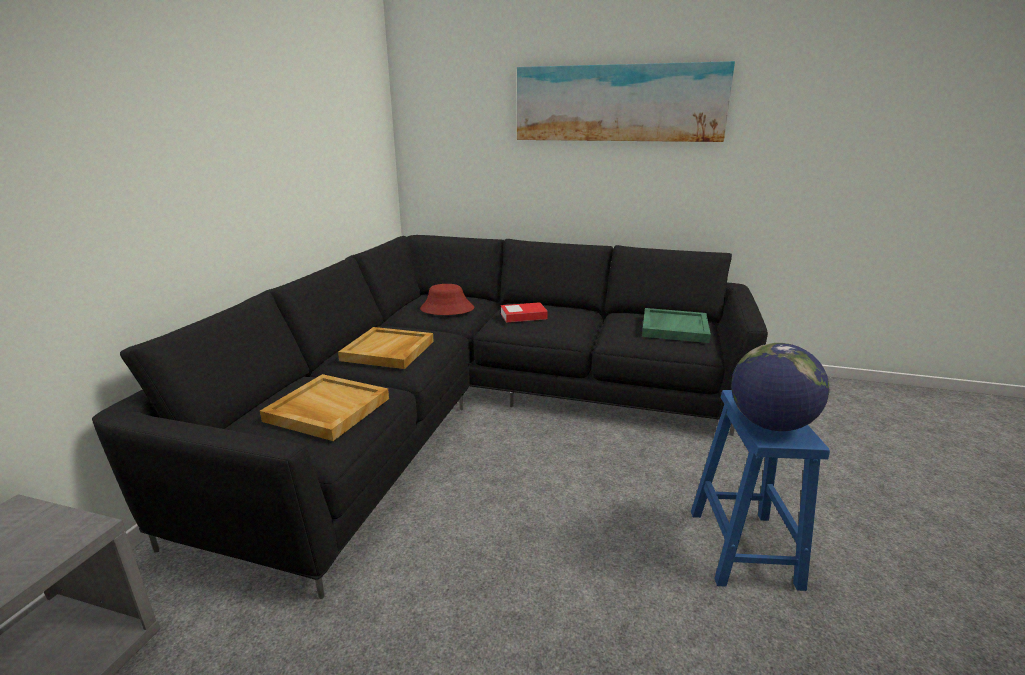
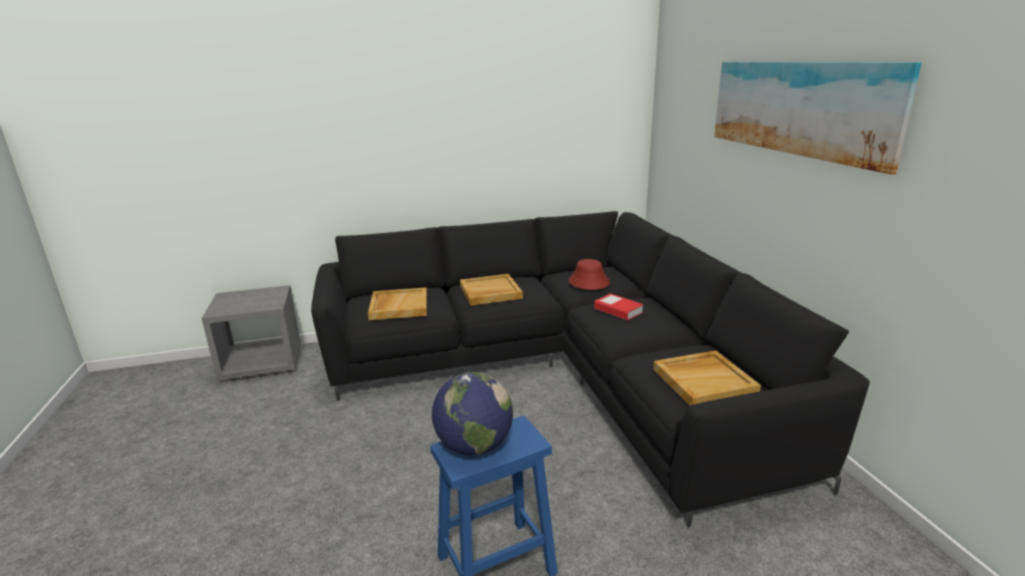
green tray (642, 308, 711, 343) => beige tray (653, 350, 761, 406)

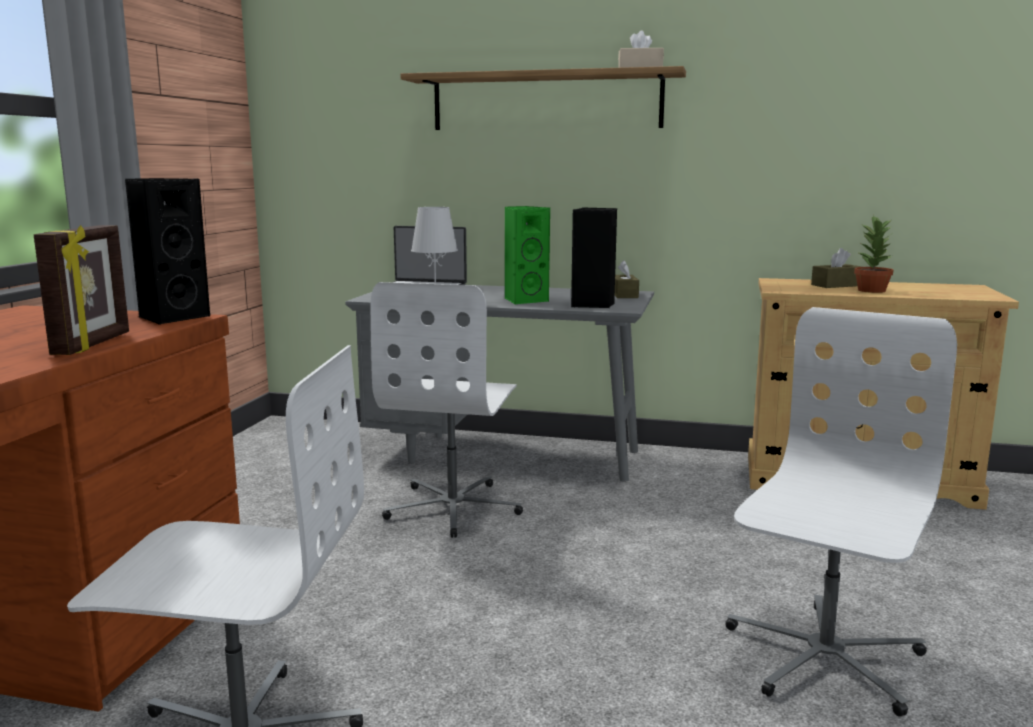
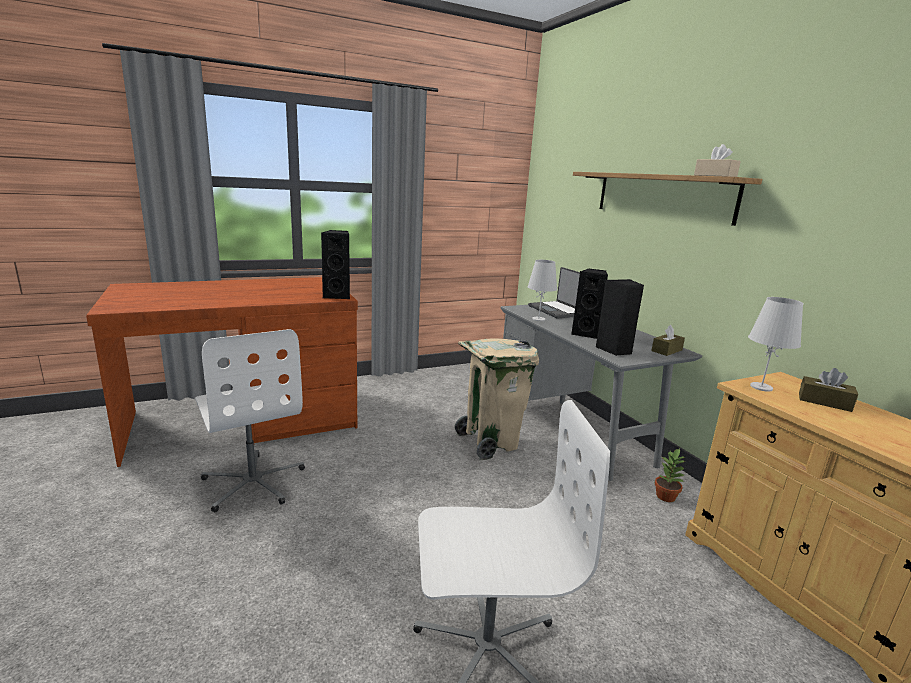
green speaker (505, 206, 550, 305) => black speaker (571, 269, 608, 339)
potted plant (854, 215, 894, 293) => potted plant (655, 448, 686, 502), relocated
picture frame (34, 225, 129, 355) => nothing
white office chair (370, 282, 523, 538) => beige trash can (455, 338, 539, 460)
nothing => white table lamp (748, 297, 804, 392)

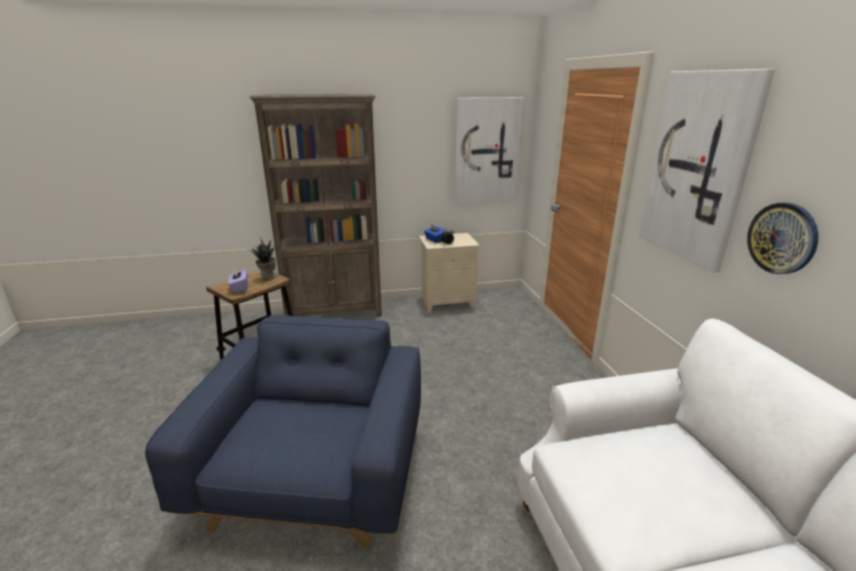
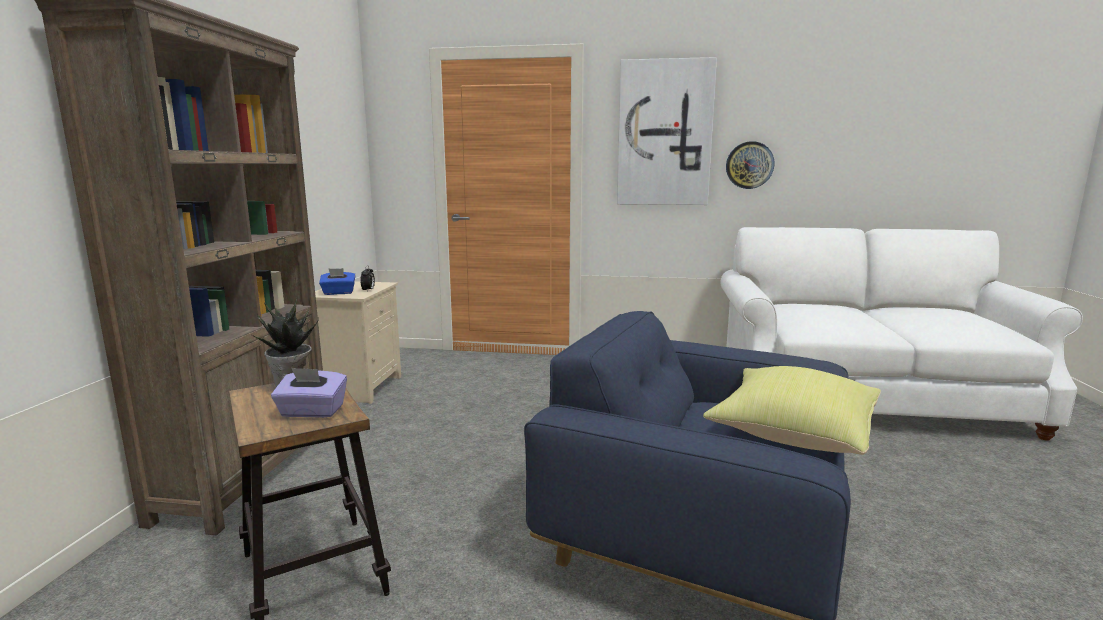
picture (454, 97, 524, 204) => nothing
nothing => yellow pillow (703, 366, 881, 455)

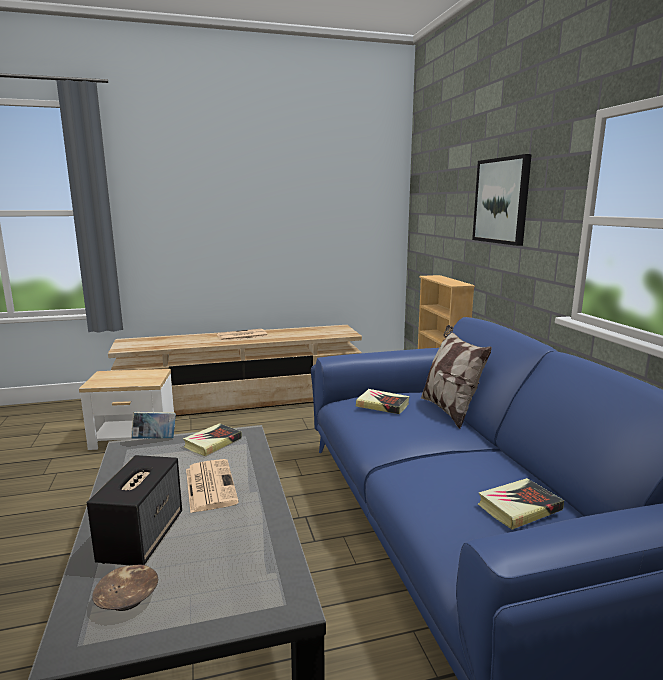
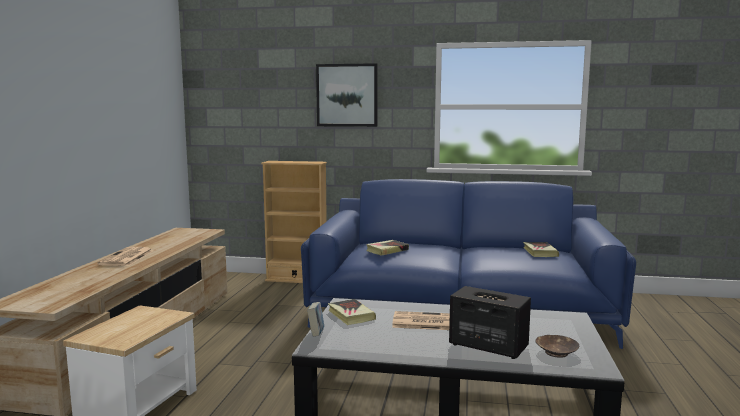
pillow (421, 325, 492, 429) => nothing

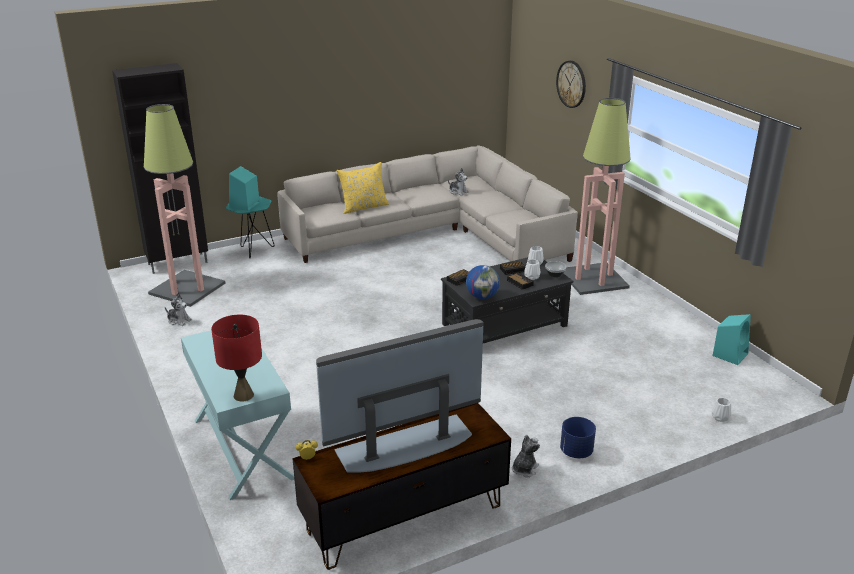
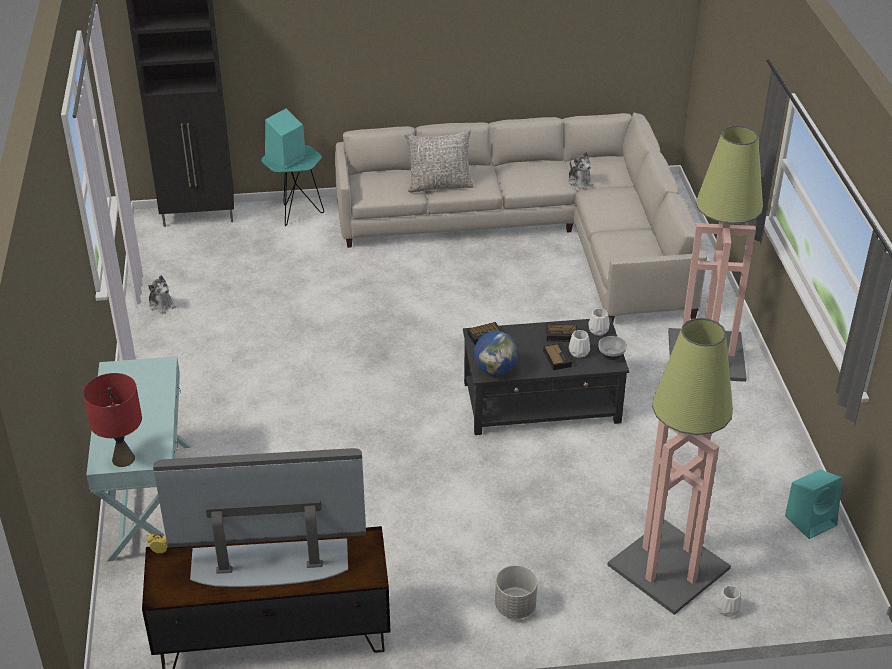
wall clock (556, 61, 586, 108) => nothing
floor lamp (144, 104, 226, 307) => floor lamp (608, 318, 733, 615), relocated
yellow pillow (336, 162, 389, 214) => grey pillow (405, 129, 474, 193)
blue planter (560, 417, 596, 458) => grey planter (495, 565, 537, 619)
plush toy (512, 435, 540, 477) => nothing

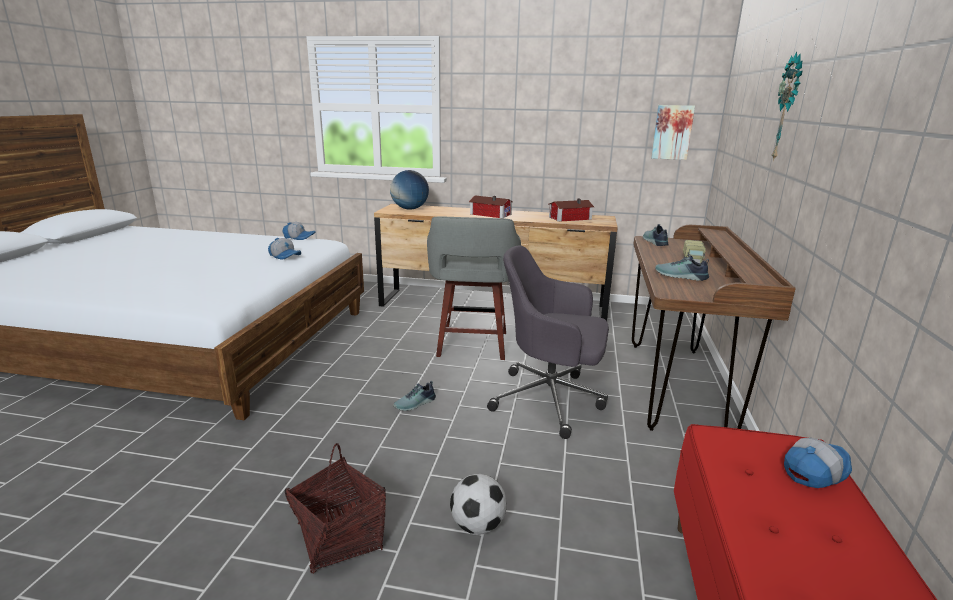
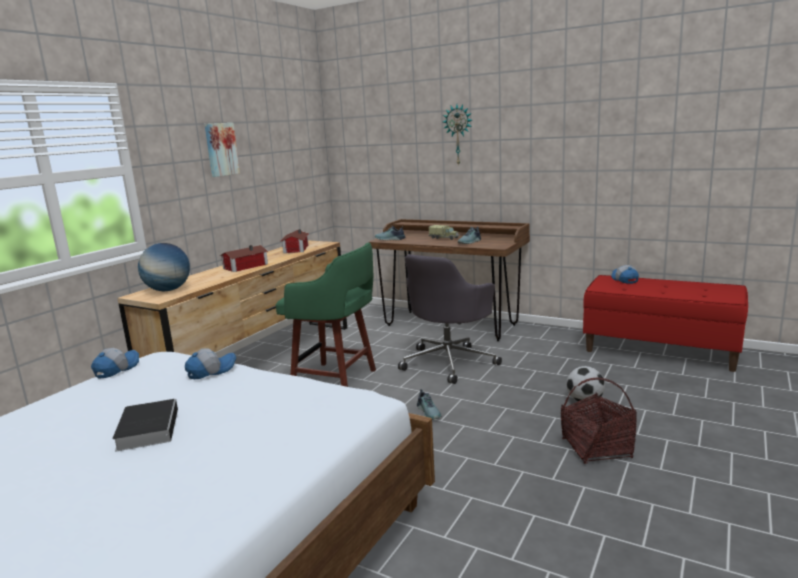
picture (651, 105, 695, 160) => picture (204, 123, 240, 177), relocated
grey stool (427, 216, 521, 360) => green stool (276, 242, 376, 387)
nothing => book (112, 399, 178, 451)

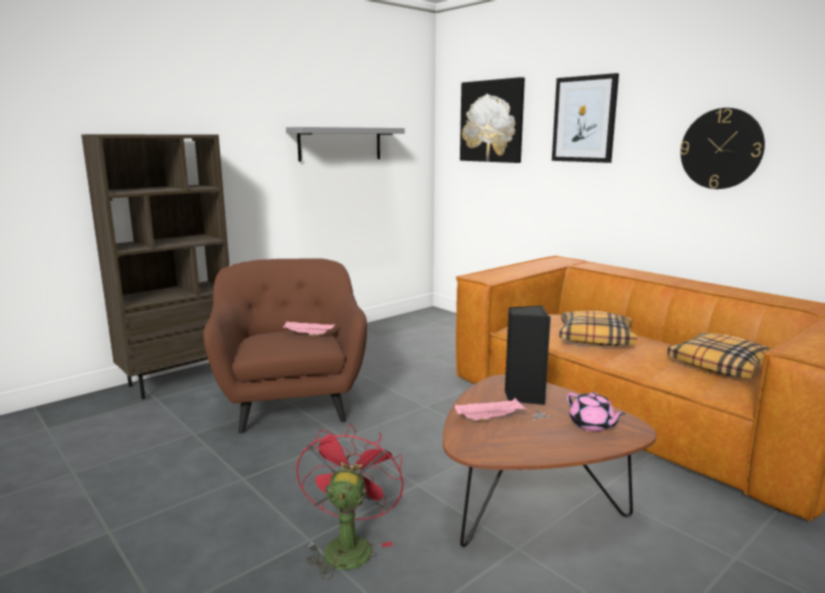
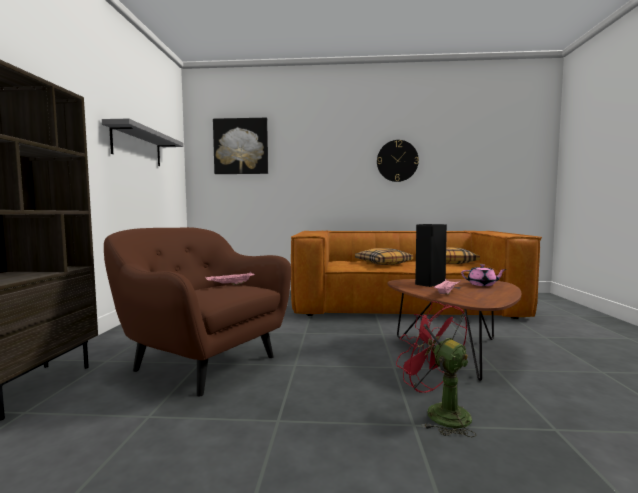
picture (552, 73, 619, 163) => nothing

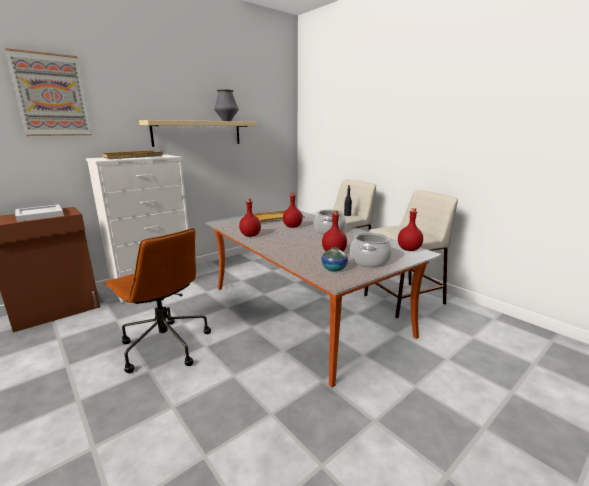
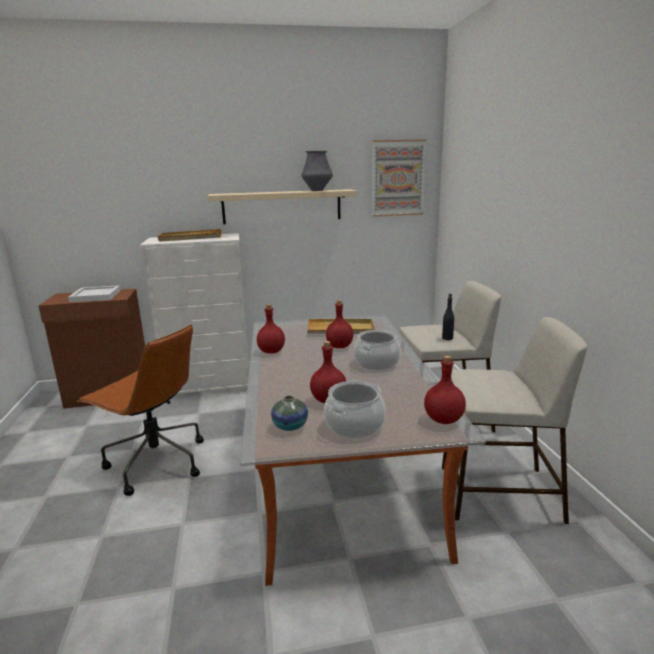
picture (5, 48, 92, 136) => picture (372, 139, 426, 217), relocated
brown office chair (103, 228, 211, 373) => brown office chair (77, 325, 204, 496), 45 degrees counterclockwise

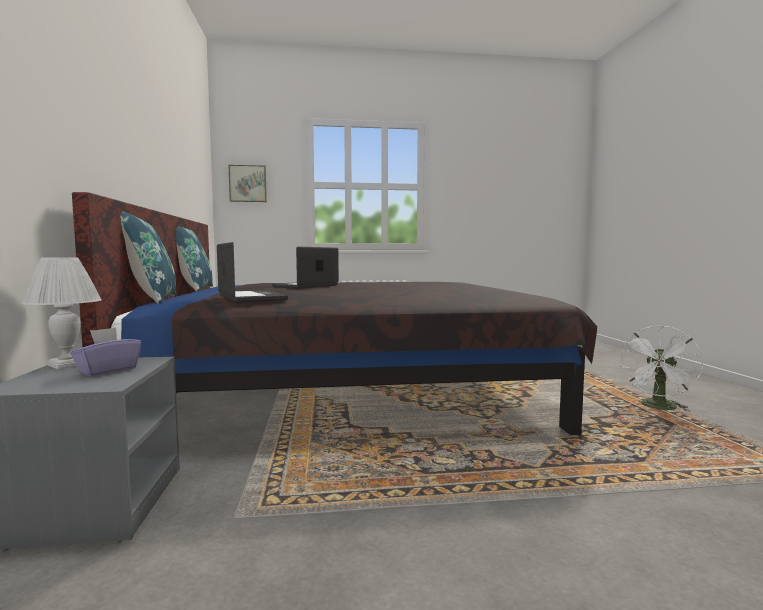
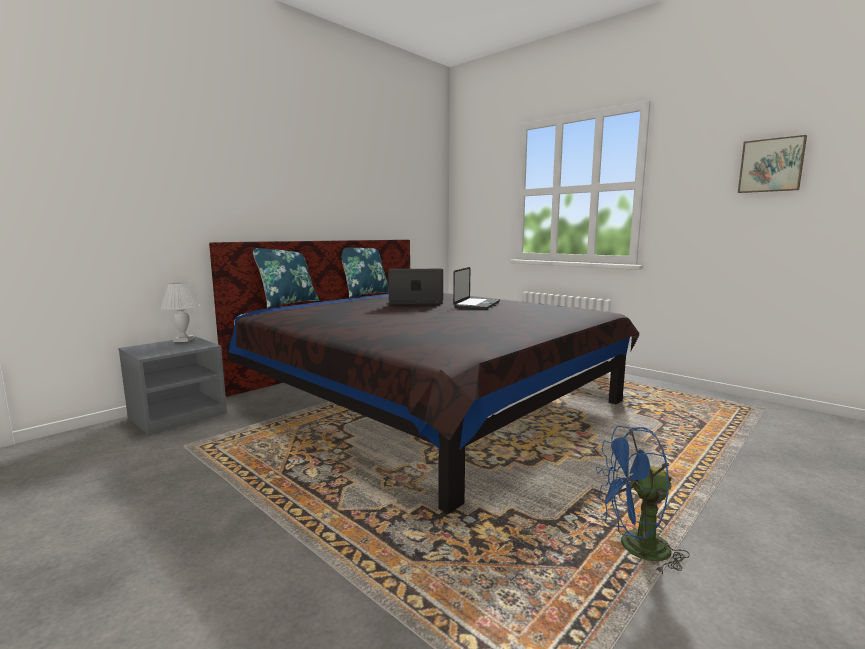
picture (228, 165, 267, 202) => picture (738, 135, 807, 193), relocated
laptop (217, 242, 288, 303) => laptop (453, 267, 500, 310), relocated
white fan (620, 325, 703, 412) => blue fan (596, 426, 690, 575)
purple tissue box (71, 327, 141, 377) => nothing

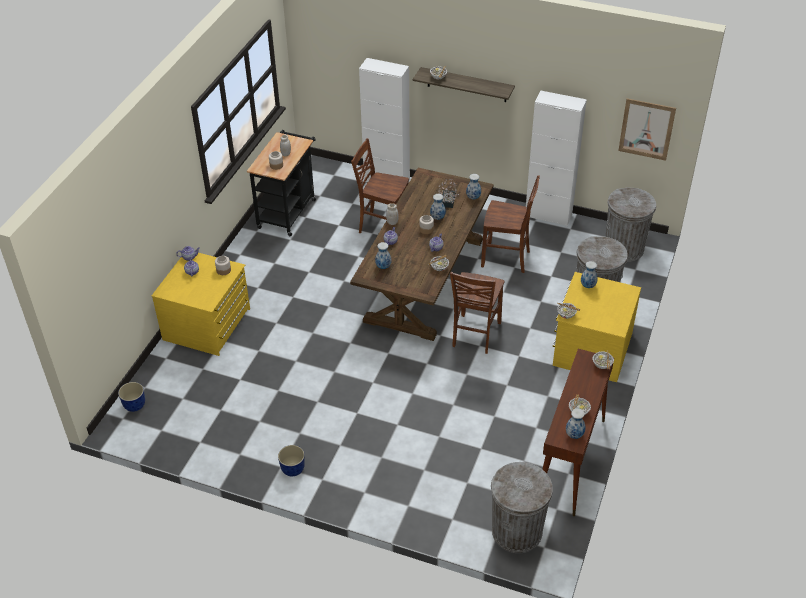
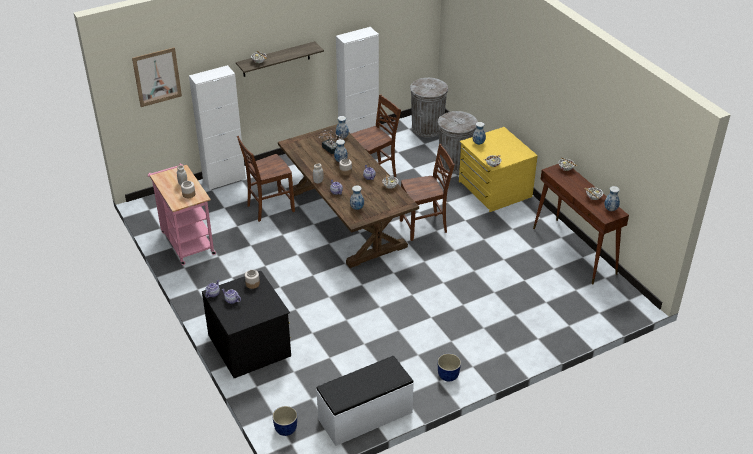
picture (618, 98, 676, 161) => picture (132, 47, 182, 107), relocated
black cart (247, 130, 316, 236) => pink cart (148, 163, 216, 265)
yellow dresser (152, 253, 250, 356) => black dresser (202, 271, 291, 378)
brown chair (450, 272, 504, 354) => brown chair (400, 144, 455, 241), 75 degrees counterclockwise
grey trash can (491, 462, 553, 553) => nothing
nothing => white bench (316, 356, 414, 446)

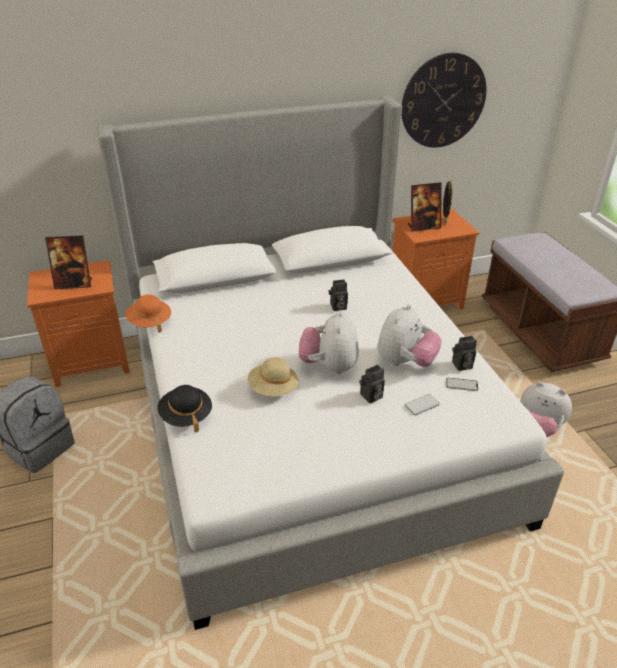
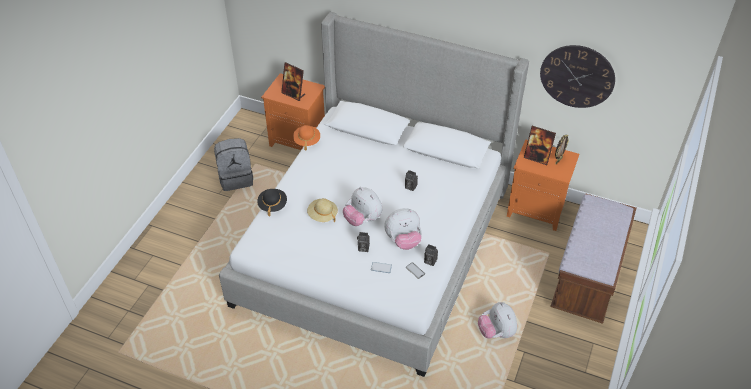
plush toy (299, 310, 359, 374) => plush toy (343, 187, 382, 226), 90 degrees counterclockwise

